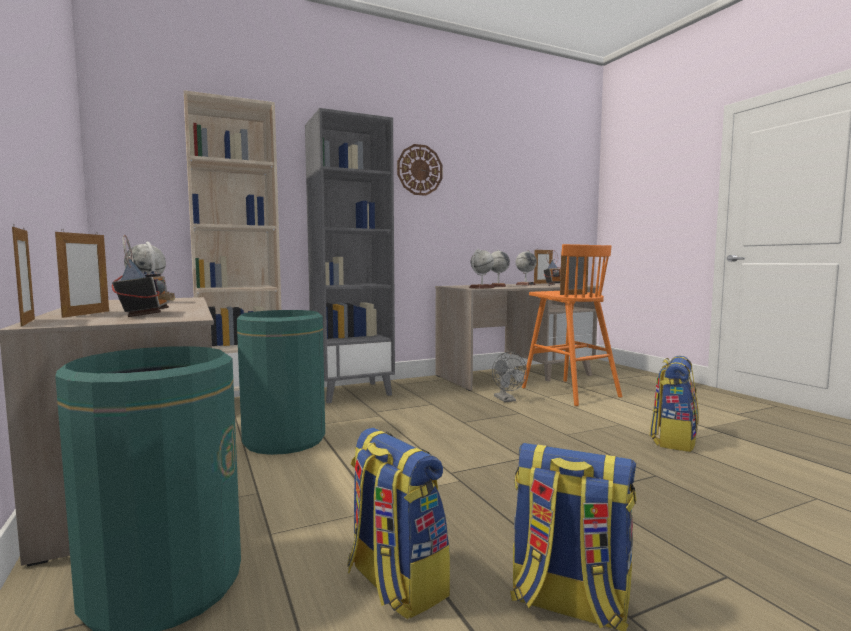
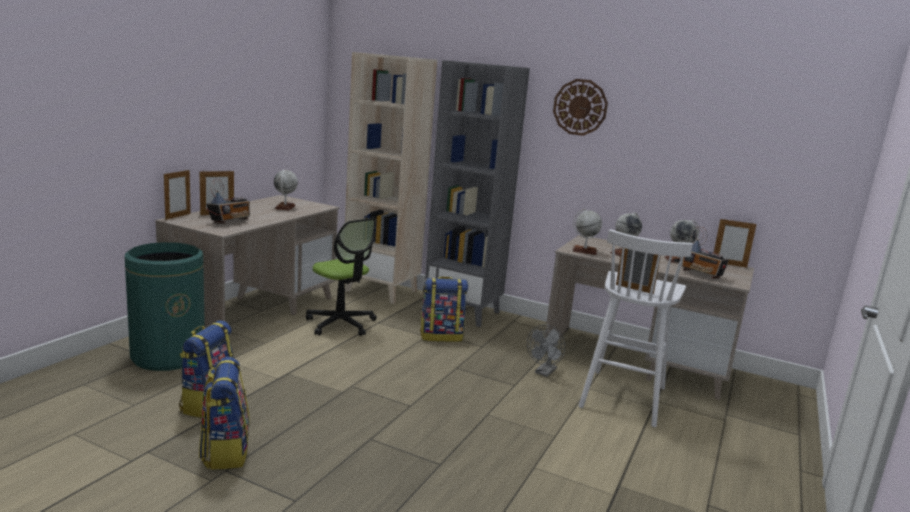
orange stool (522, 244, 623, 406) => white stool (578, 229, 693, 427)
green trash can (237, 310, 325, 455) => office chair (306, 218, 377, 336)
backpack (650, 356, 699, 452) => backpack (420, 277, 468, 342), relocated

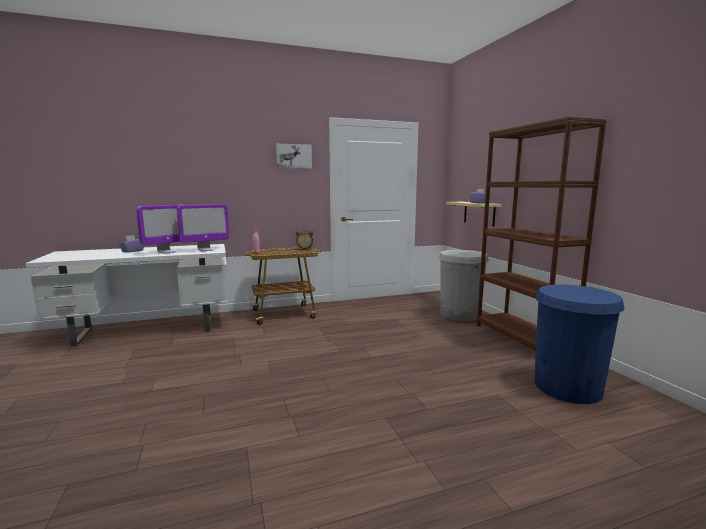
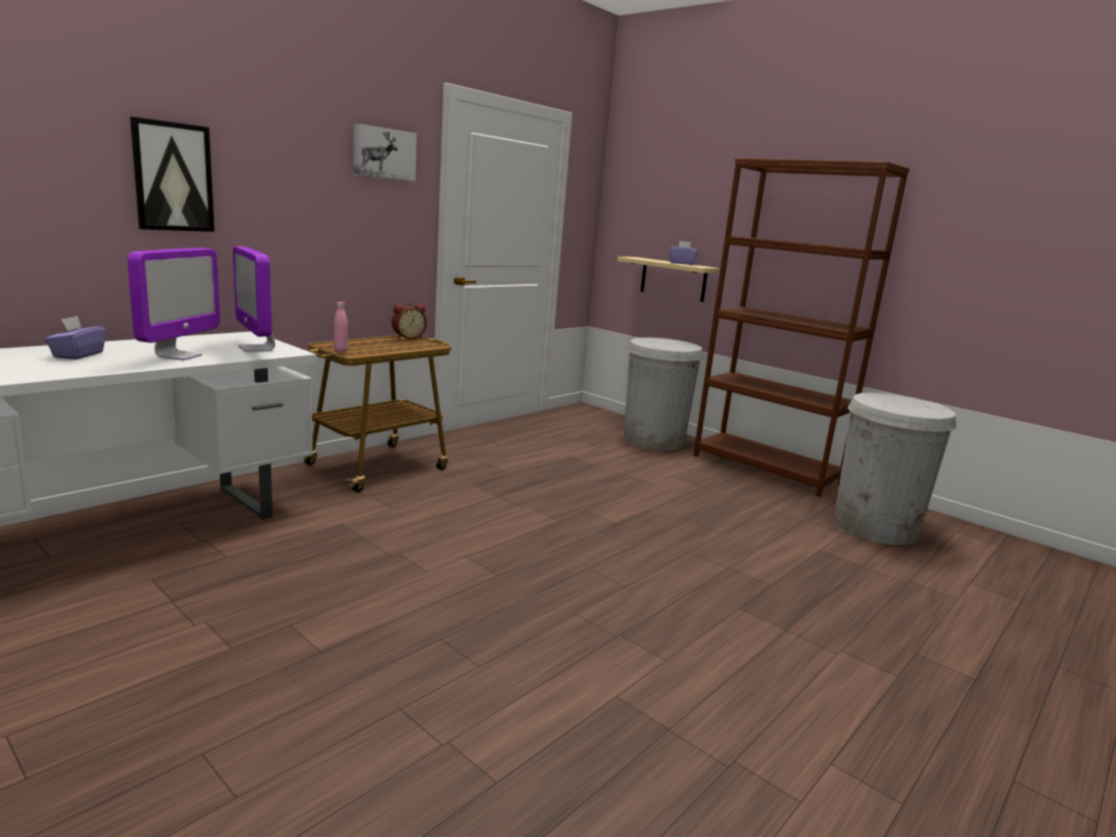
monitor (177, 204, 229, 252) => monitor (233, 246, 275, 352), 120 degrees clockwise
blue trash can (534, 284, 625, 404) => white trash can (834, 393, 957, 545)
nothing => picture (130, 117, 214, 232)

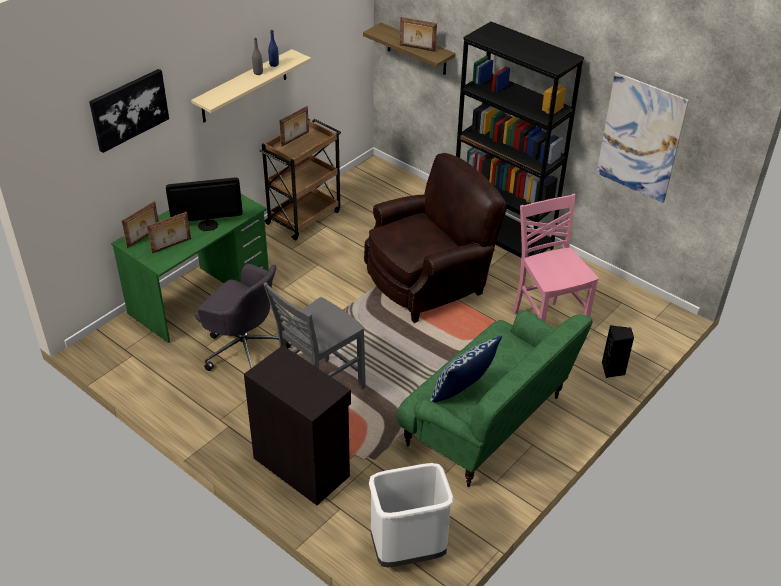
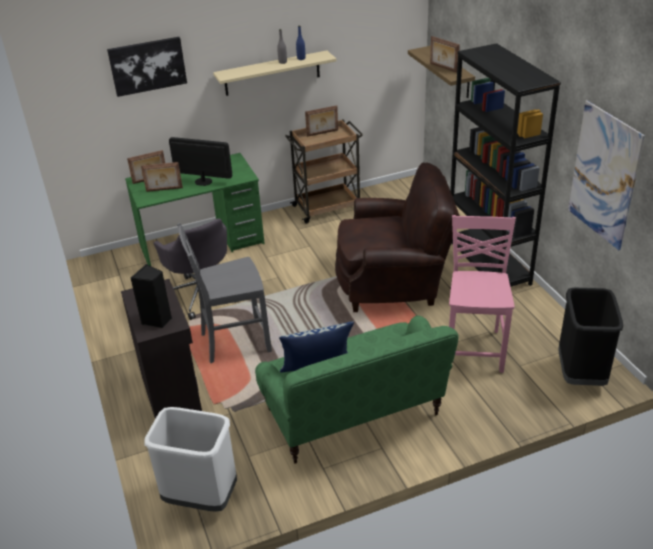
black speaker (602, 325, 634, 378) => black speaker (130, 264, 172, 328), relocated
nothing => black trash can (559, 288, 623, 386)

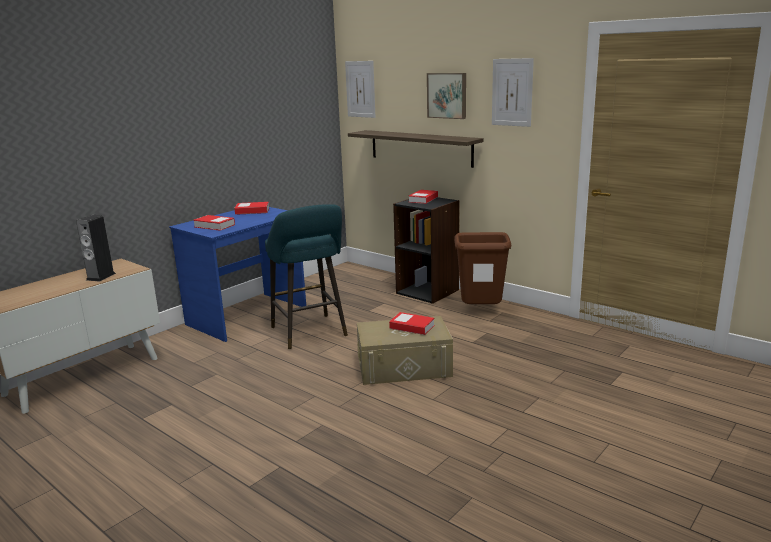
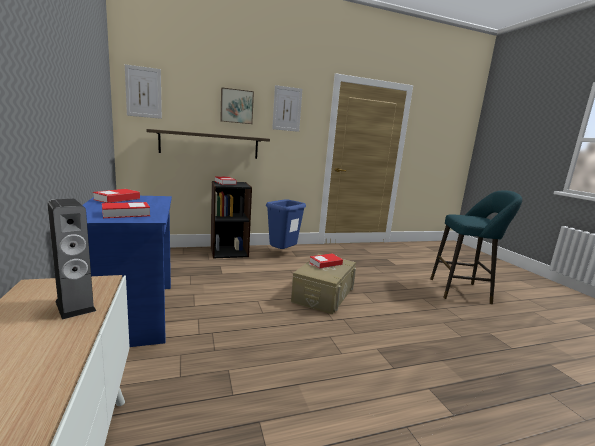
turquoise stool (265, 204, 348, 349) => turquoise stool (430, 190, 522, 304), relocated
brown trash can (454, 232, 511, 304) => blue trash can (266, 199, 306, 249)

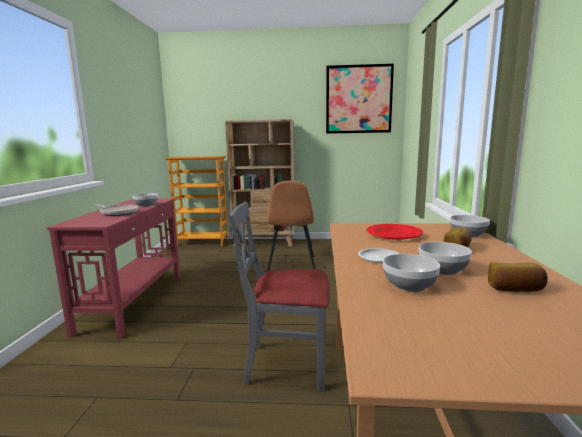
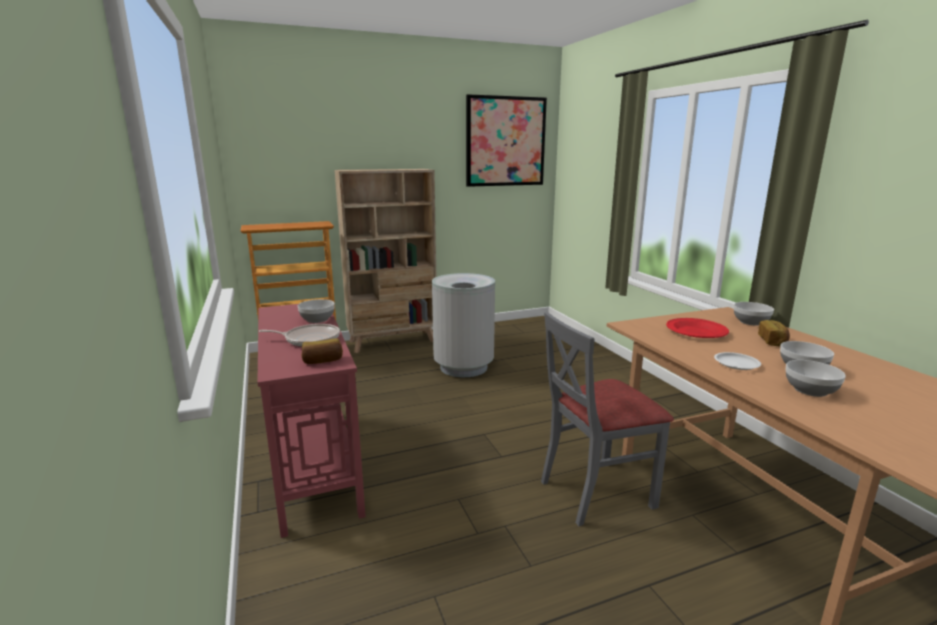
brown chair (267, 181, 315, 271) => grey trash can (432, 273, 495, 377)
bread (488, 262, 548, 292) => bread (302, 338, 343, 364), relocated

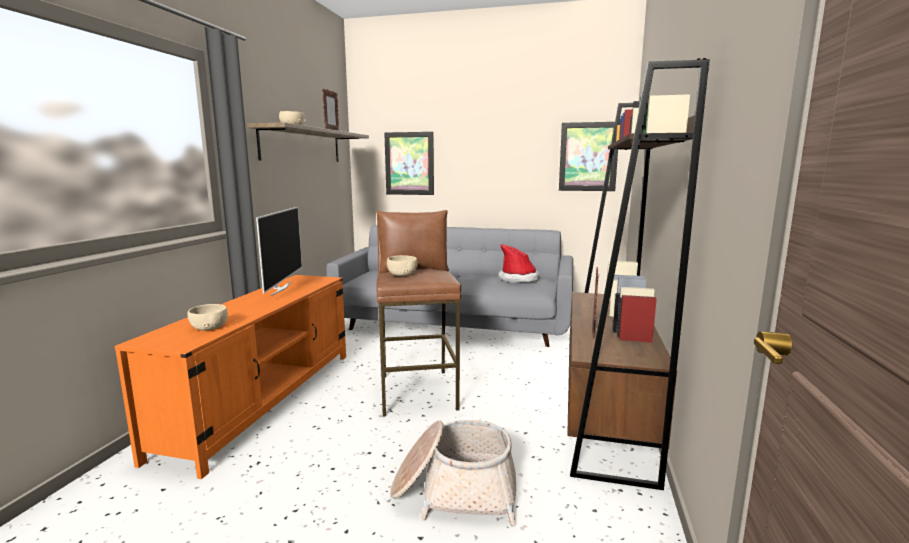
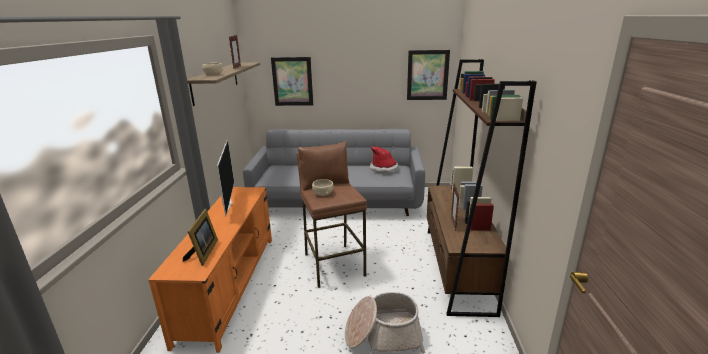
beige bowl (188, 304, 228, 331) => picture frame (183, 209, 218, 266)

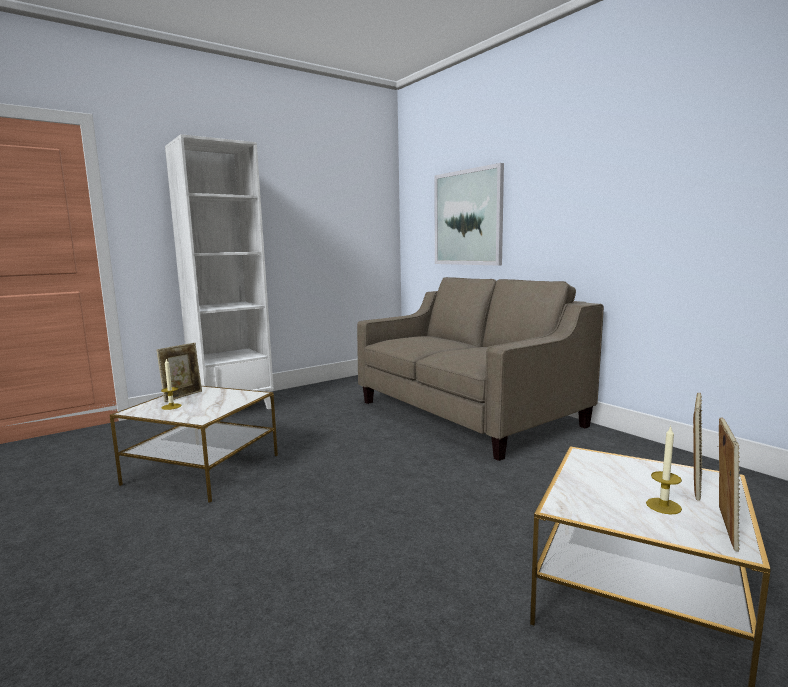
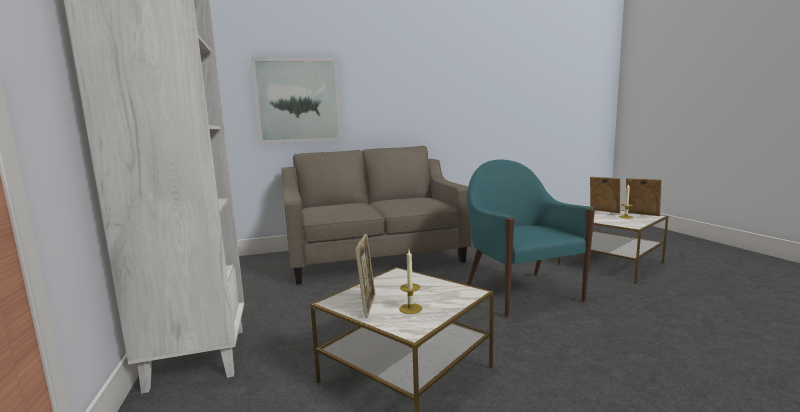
picture frame (156, 343, 202, 402) => picture frame (355, 234, 375, 318), 45 degrees clockwise
nothing => turquoise armchair (467, 160, 595, 317)

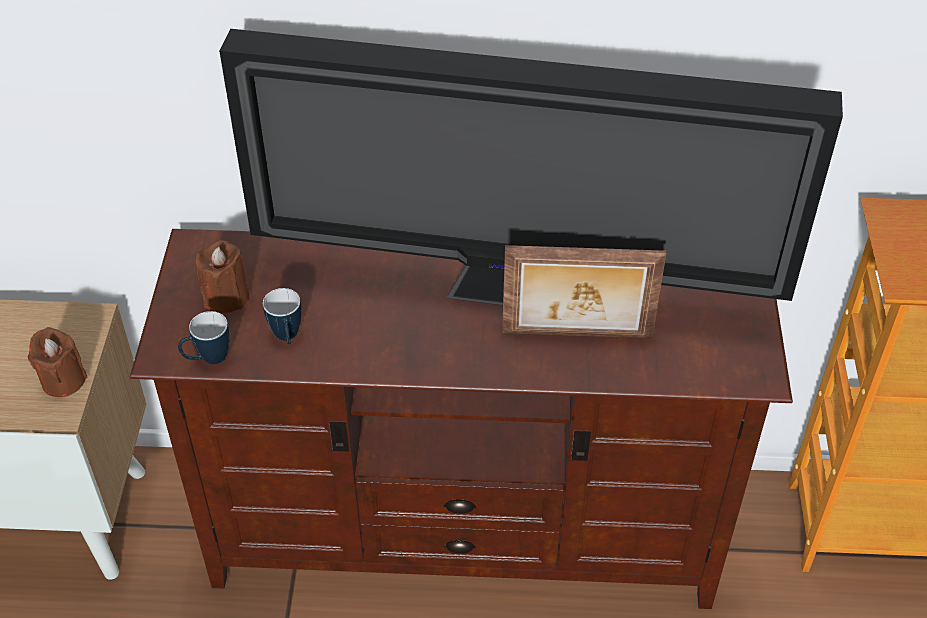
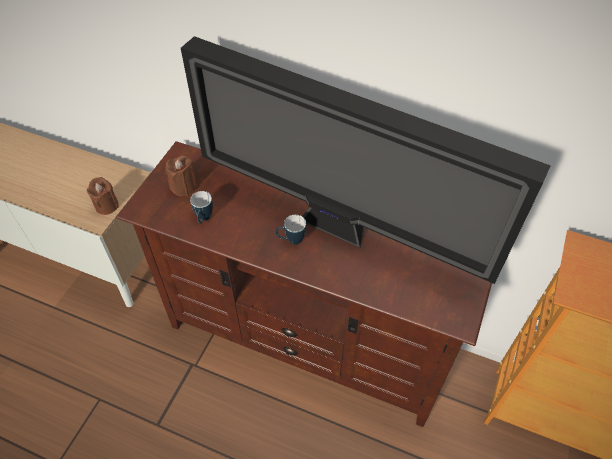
picture frame (502, 245, 666, 338) => nothing
mug (178, 311, 229, 364) => mug (275, 215, 306, 245), relocated

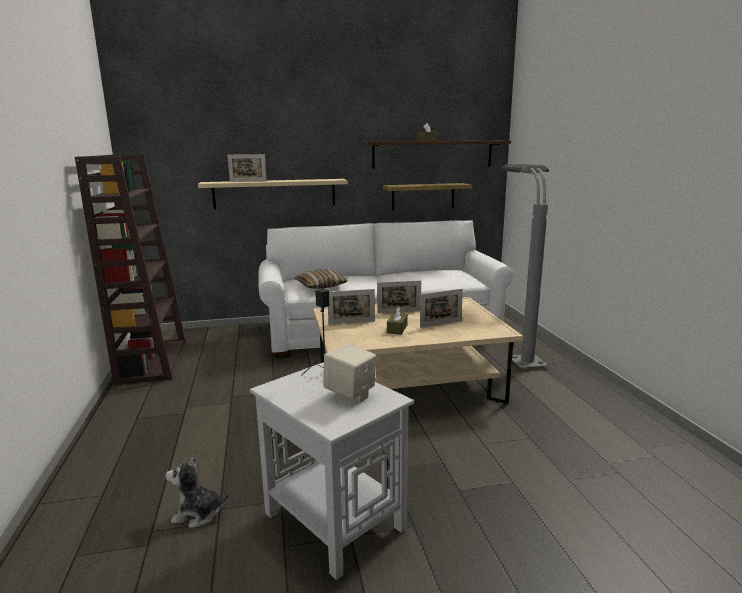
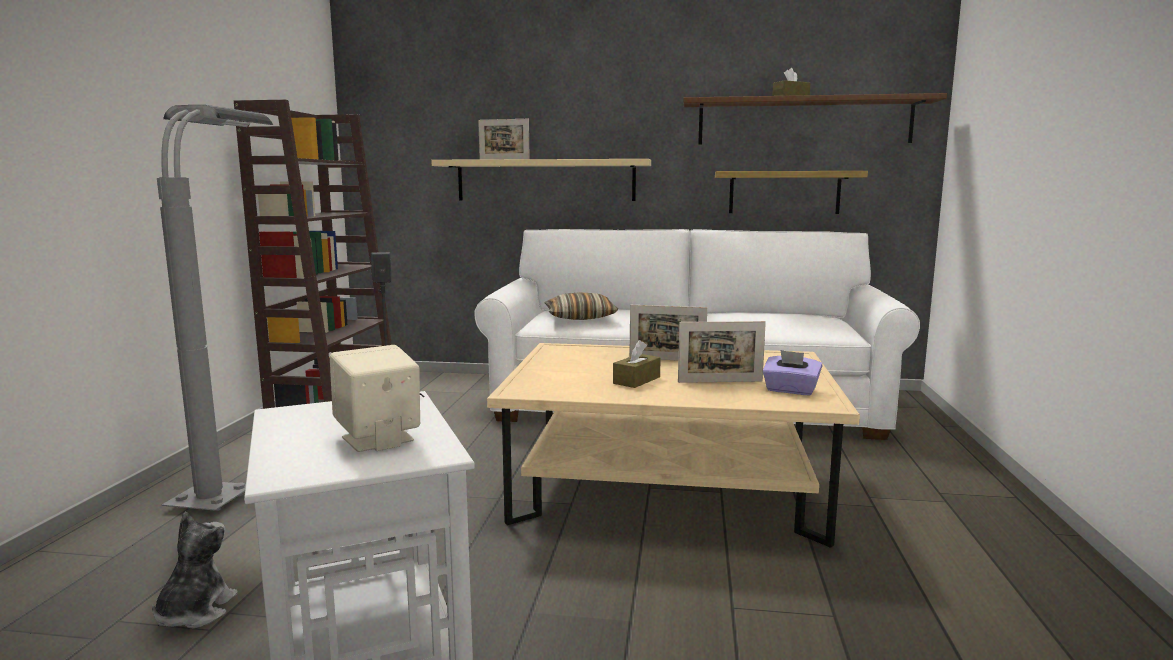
grey floor lamp (500, 164, 549, 368) => grey floor lamp (157, 105, 273, 511), relocated
picture frame (328, 289, 375, 324) => nothing
plush toy (165, 455, 229, 528) => plush toy (152, 512, 238, 628), 75 degrees clockwise
nothing => purple tissue box (762, 350, 822, 395)

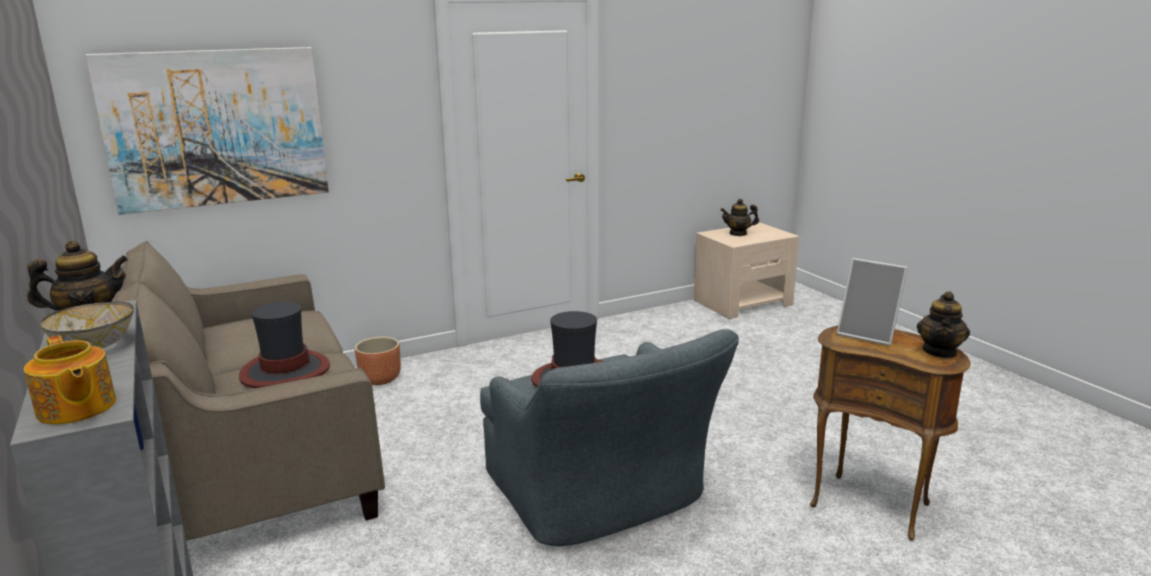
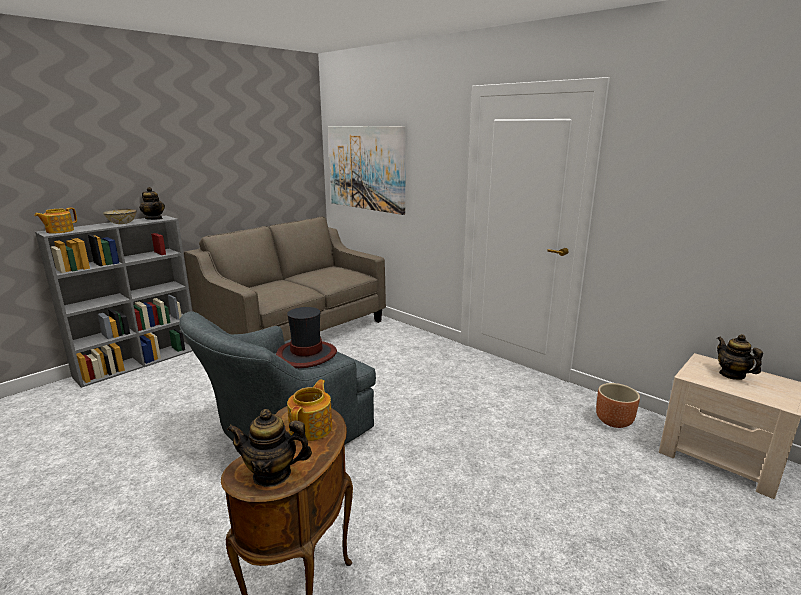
picture frame (837, 258, 908, 346) => teapot (287, 380, 332, 441)
hat (239, 302, 330, 388) => nothing
brown planter (355, 337, 401, 385) => brown planter (596, 383, 640, 428), relocated

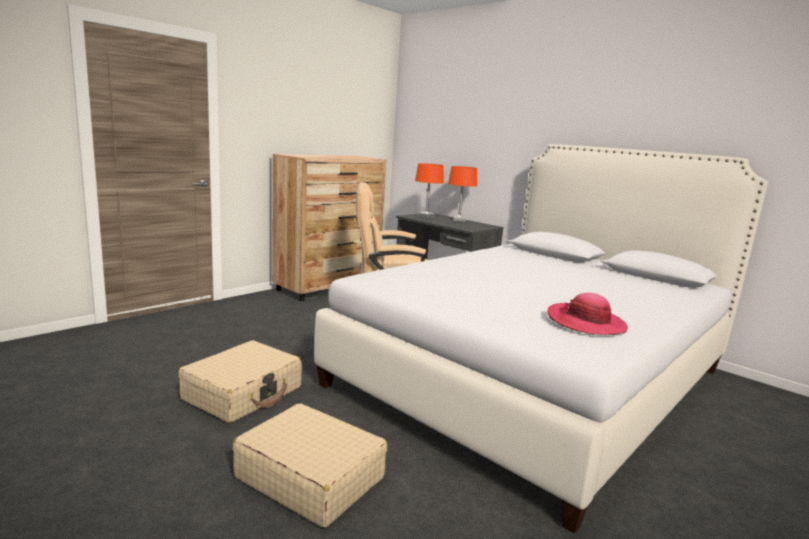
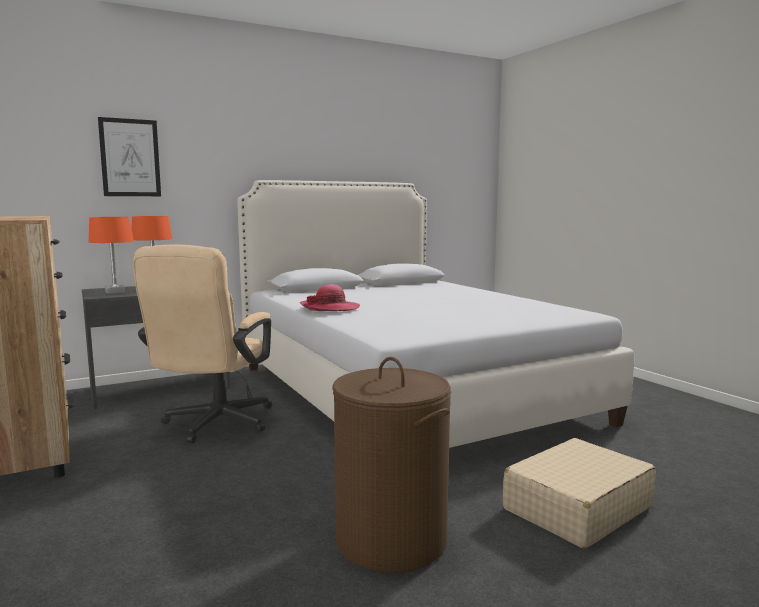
hat (548, 293, 628, 335) => hat (300, 284, 360, 311), relocated
beige suitcase (178, 340, 302, 423) => brown laundry basket (332, 357, 451, 573)
nothing => picture (98, 117, 161, 196)

